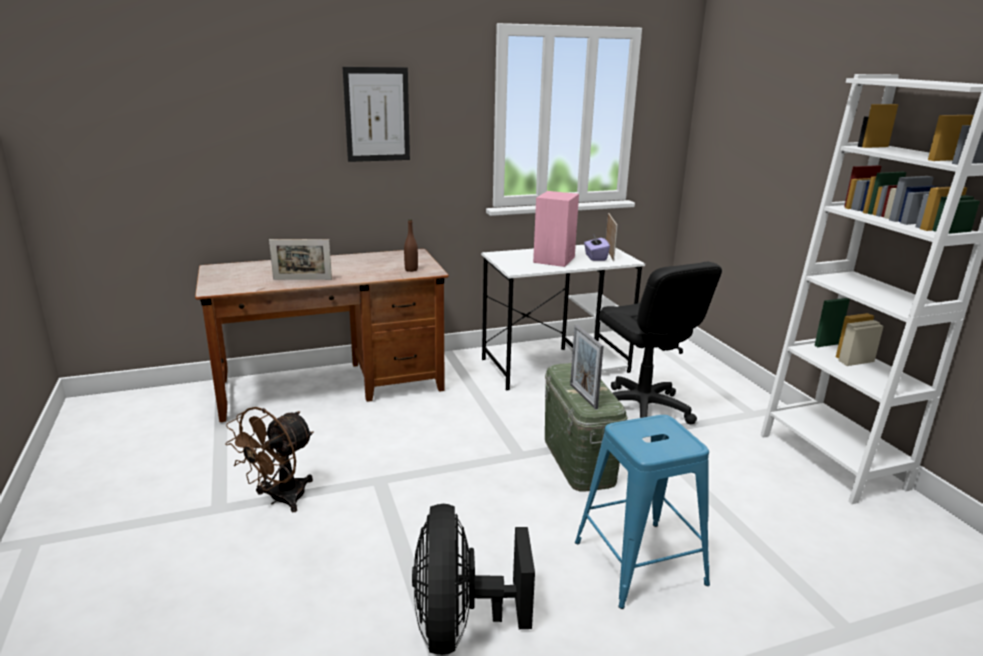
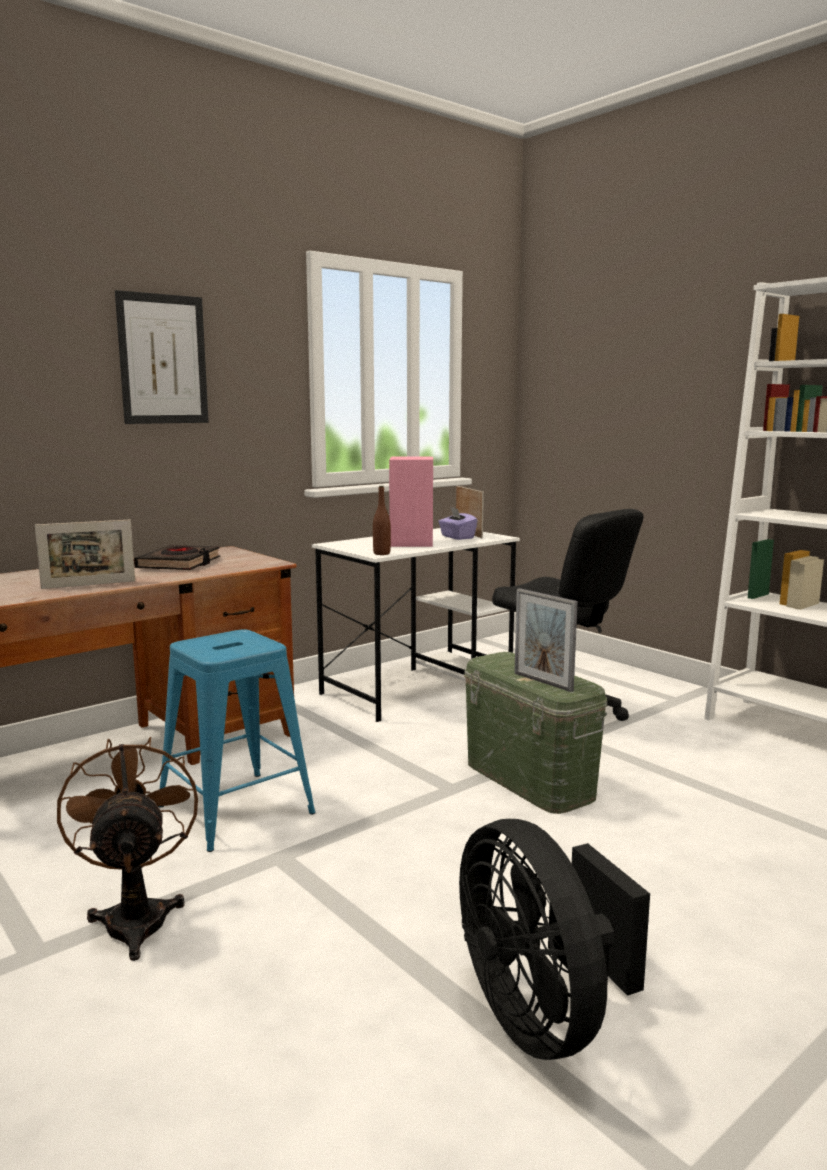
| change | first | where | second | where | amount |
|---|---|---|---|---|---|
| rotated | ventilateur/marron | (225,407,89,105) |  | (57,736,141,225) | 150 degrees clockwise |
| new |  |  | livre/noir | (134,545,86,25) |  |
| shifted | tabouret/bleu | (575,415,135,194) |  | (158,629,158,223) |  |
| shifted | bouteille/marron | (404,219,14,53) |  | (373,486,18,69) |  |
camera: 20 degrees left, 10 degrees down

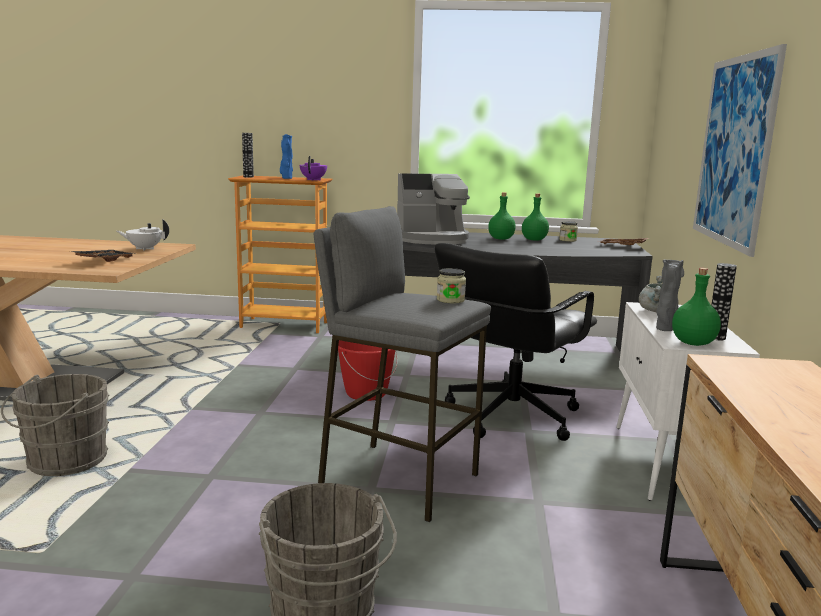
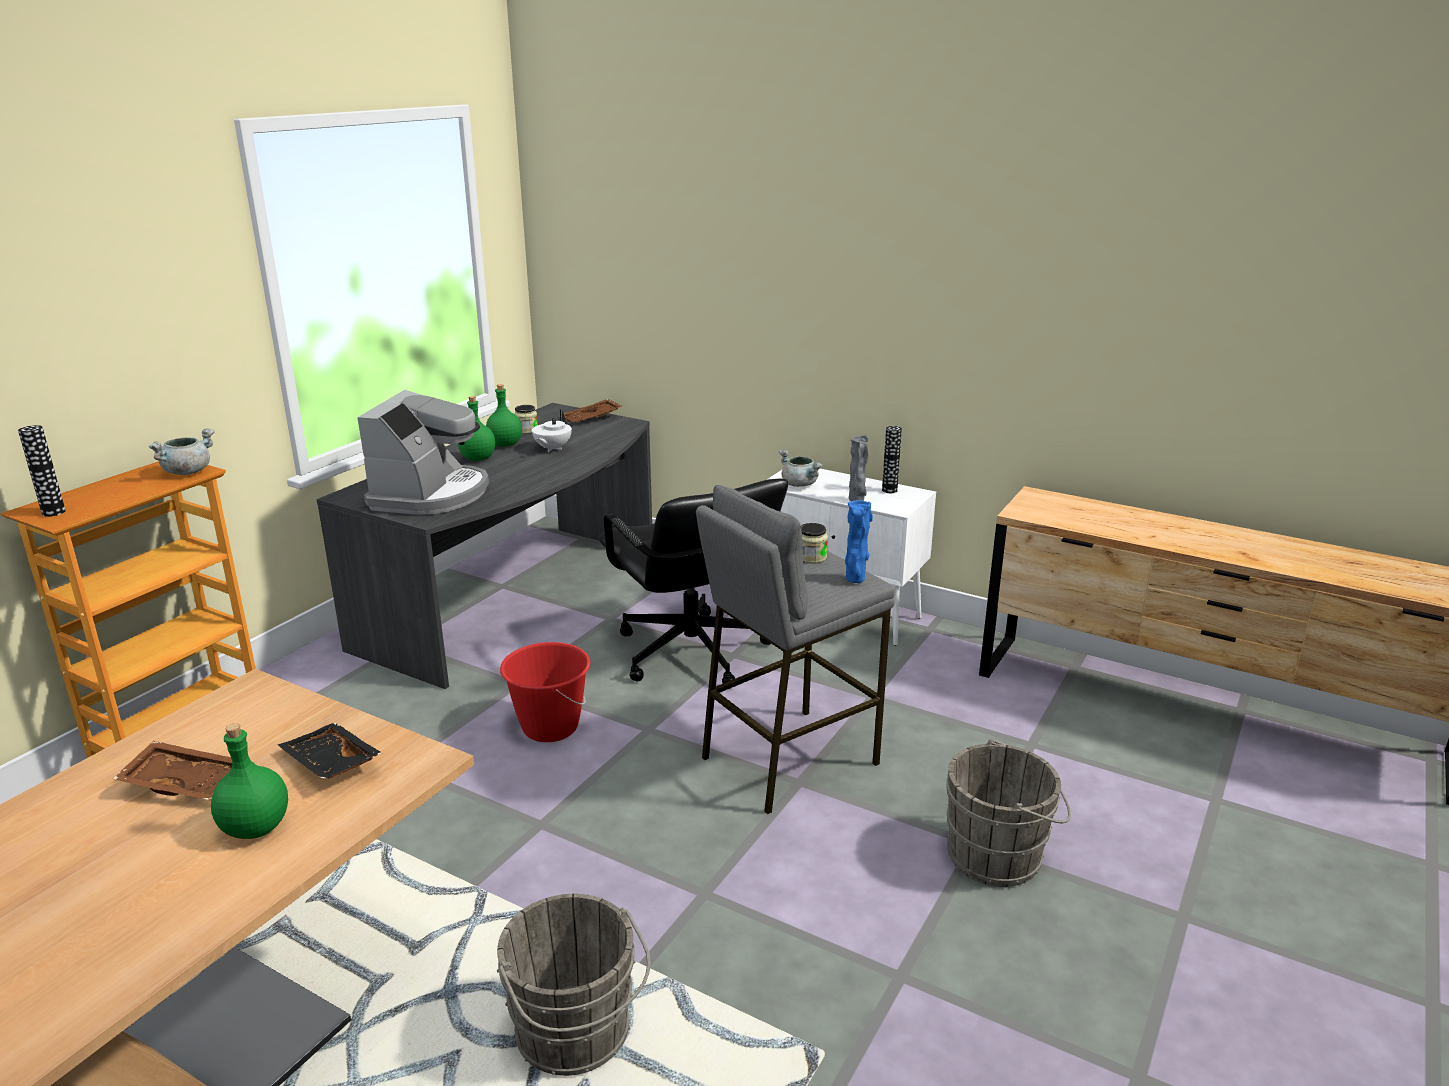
| change | first | where | second | where | amount |
|---|---|---|---|---|---|
| new |  |  | plateau/marron | (113,741,119,60) |  |
| swapped | théière/violet | (299,156,28,25) | marmite/gris | (149,428,66,47) |  |
| shifted | bouteille/vert | (672,268,49,78) |  | (211,723,77,116) |  |
| shifted | théière/blanc | (117,219,52,32) |  | (532,409,40,43) |  |
| shifted | vase/bleu | (280,134,13,45) |  | (845,500,28,83) |  |
| gone | tableau | (693,44,94,213) |  |  |  |
camera: 65 degrees left, 10 degrees up

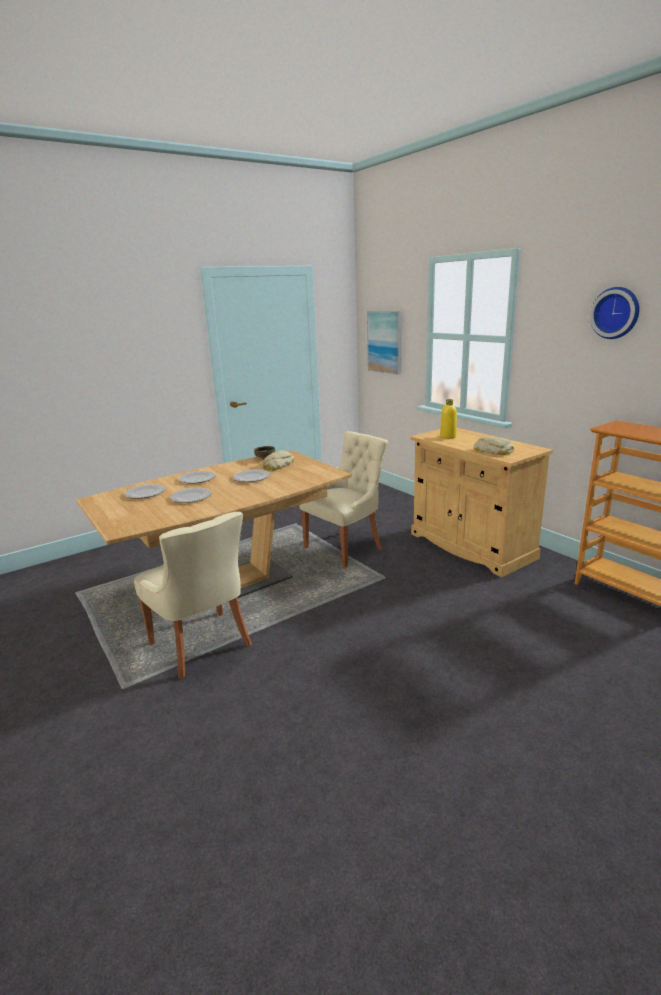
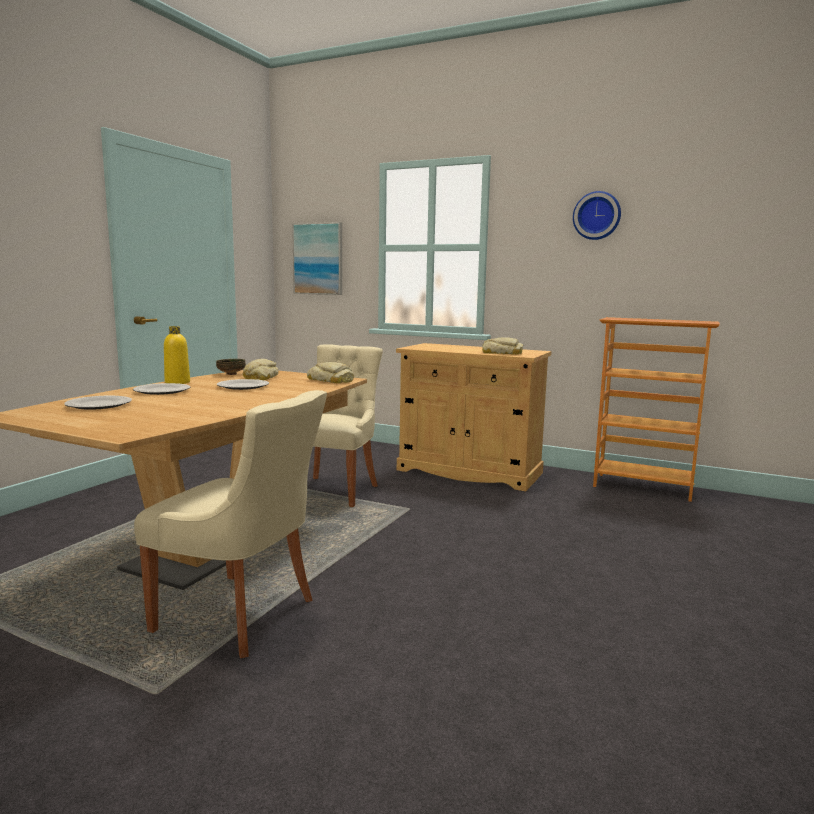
| change | first | where | second | where | amount |
|---|---|---|---|---|---|
| shifted | bouteille/jaune | (440,399,17,40) |  | (164,326,26,58) |  |
| new |  |  | pain | (307,362,47,21) |  |
| gone | assiette | (170,488,42,15) |  |  |  |
camera: 30 degrees left, 10 degrees down

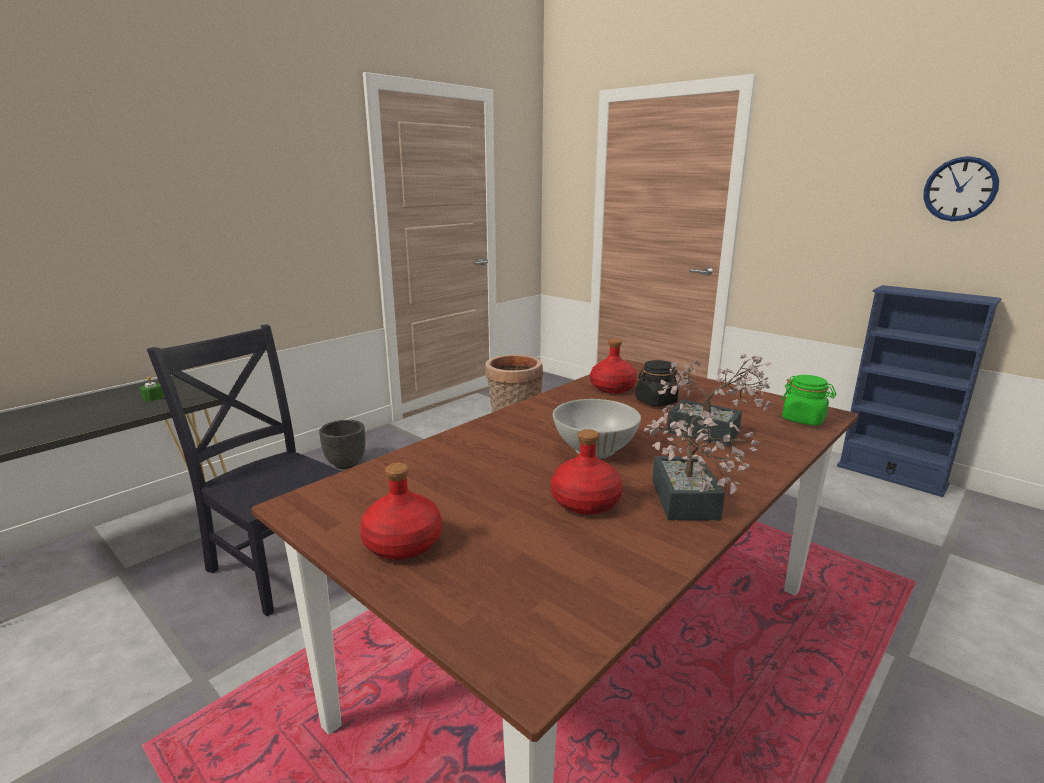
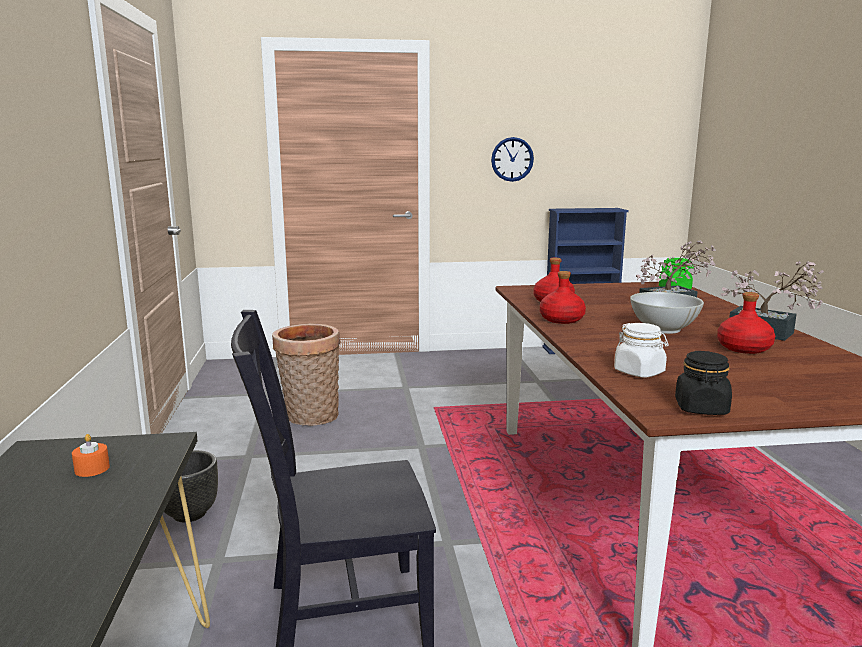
| change | first | where | second | where | amount |
|---|---|---|---|---|---|
| repainted | bougie/vert | (140,376,24,25) | bougie/orange | (72,434,38,43) |  |
| shifted | horloge murale | (923,156,76,65) |  | (491,137,43,45) |  |
| shifted | bouteille/rouge | (360,463,82,97) |  | (540,271,46,53) |  |
| new |  |  | bocal/blanc | (614,323,54,55) |  |
| shifted | bocal/noir | (635,360,44,47) |  | (675,351,57,64) |  |
camera: 50 degrees left, 5 degrees down

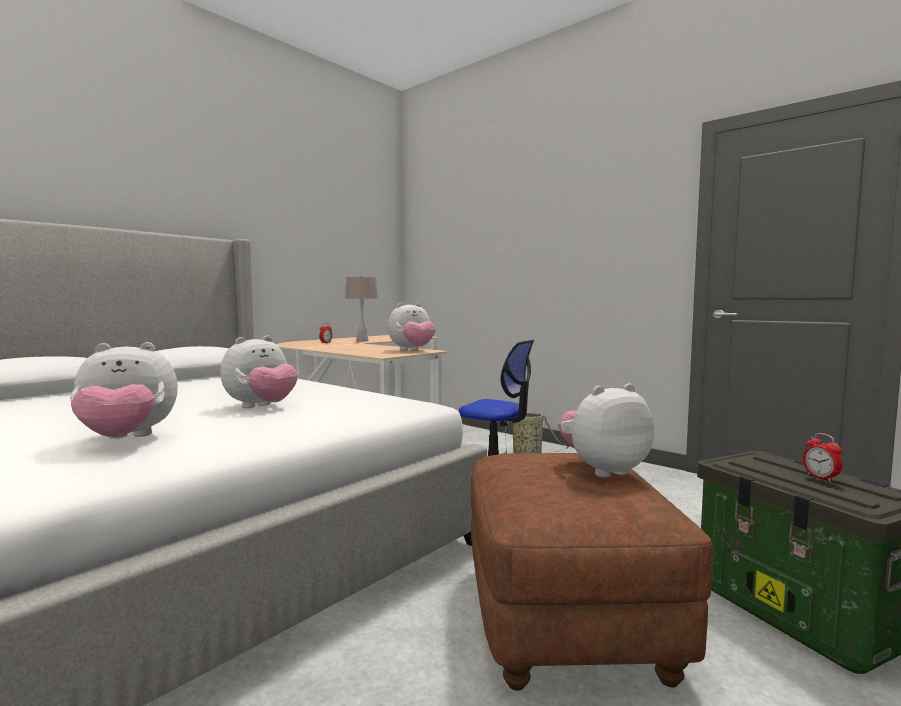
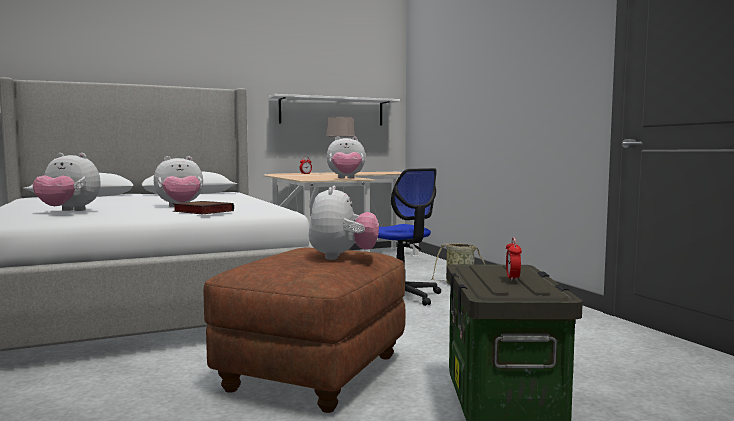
| change | first | where | second | where | amount |
|---|---|---|---|---|---|
| new |  |  | livre | (173,201,61,13) |  |
| new |  |  | étagère/blanc | (269,94,131,32) |  |
| rotated | peluche | (558,383,96,95) |  | (309,186,70,74) | 90 degrees clockwise |
camera: 25 degrees right, 0 degrees up

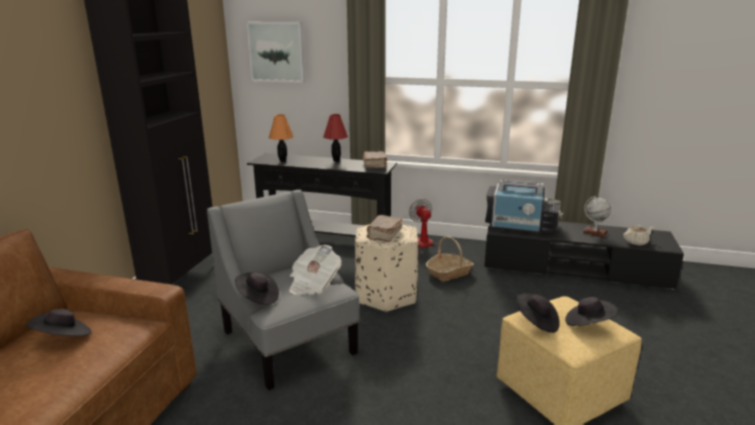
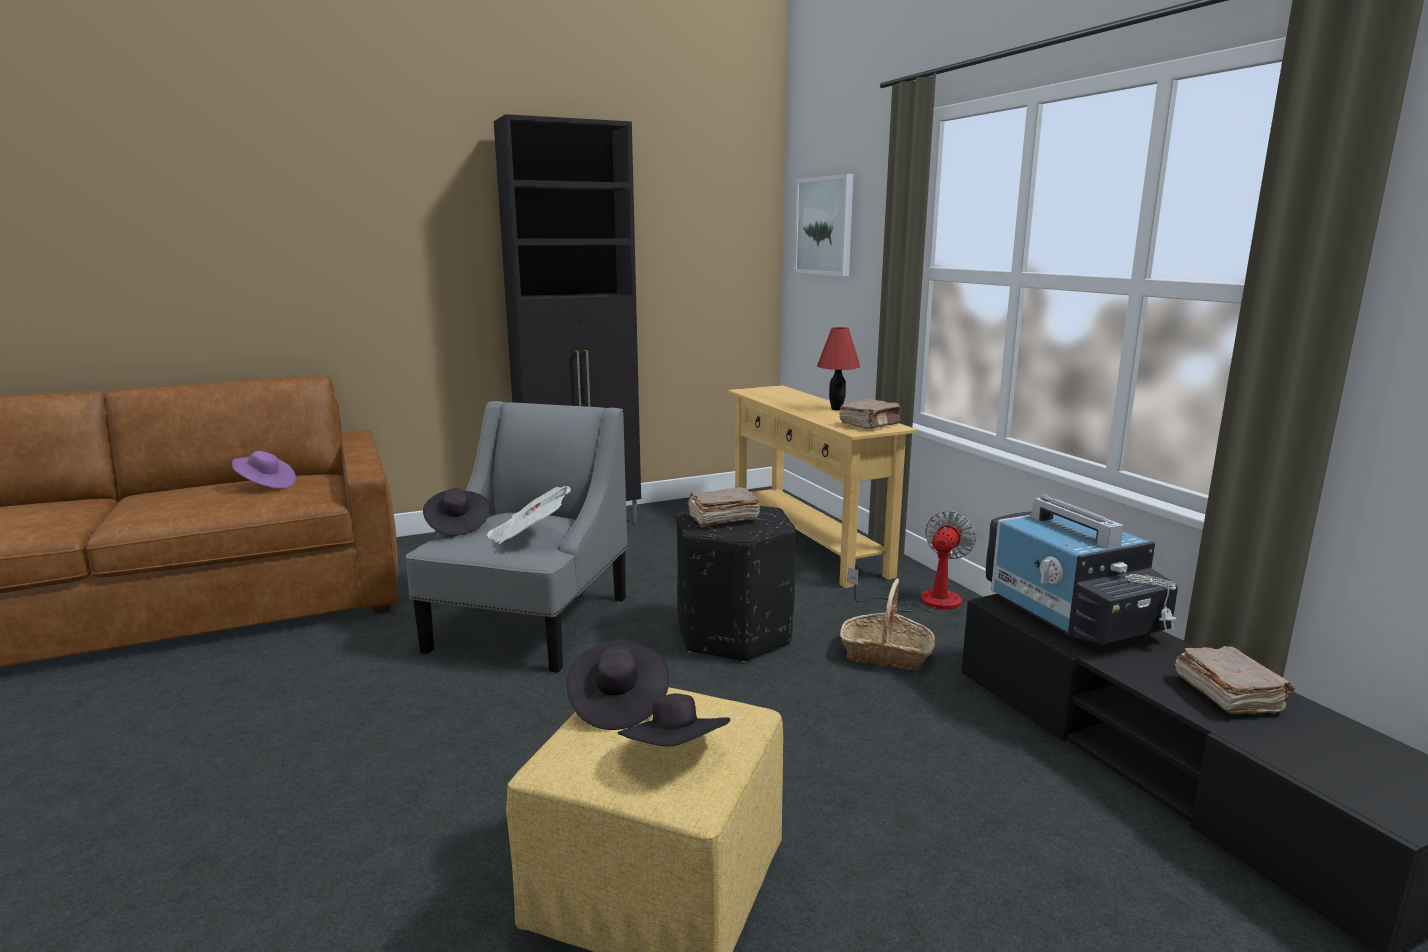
| change | first | where | second | where | amount |
|---|---|---|---|---|---|
| repainted | chapeau/noir | (26,309,66,27) | chapeau/violet | (232,451,64,38) |  |
| repainted | pouf/beige | (355,224,63,88) | pouf/noir | (677,506,119,156) |  |
| repainted | table console/noir | (247,153,150,84) | table console/beige | (728,385,190,203) |  |
| swapped | globe | (582,196,29,42) | livre/marron | (1175,646,120,68) |  |
| gone | lampe de table/orange | (269,114,25,48) |  |  |  |
| gone | théière/beige | (623,225,31,20) |  |  |  |
camera: 50 degrees right, 5 degrees down

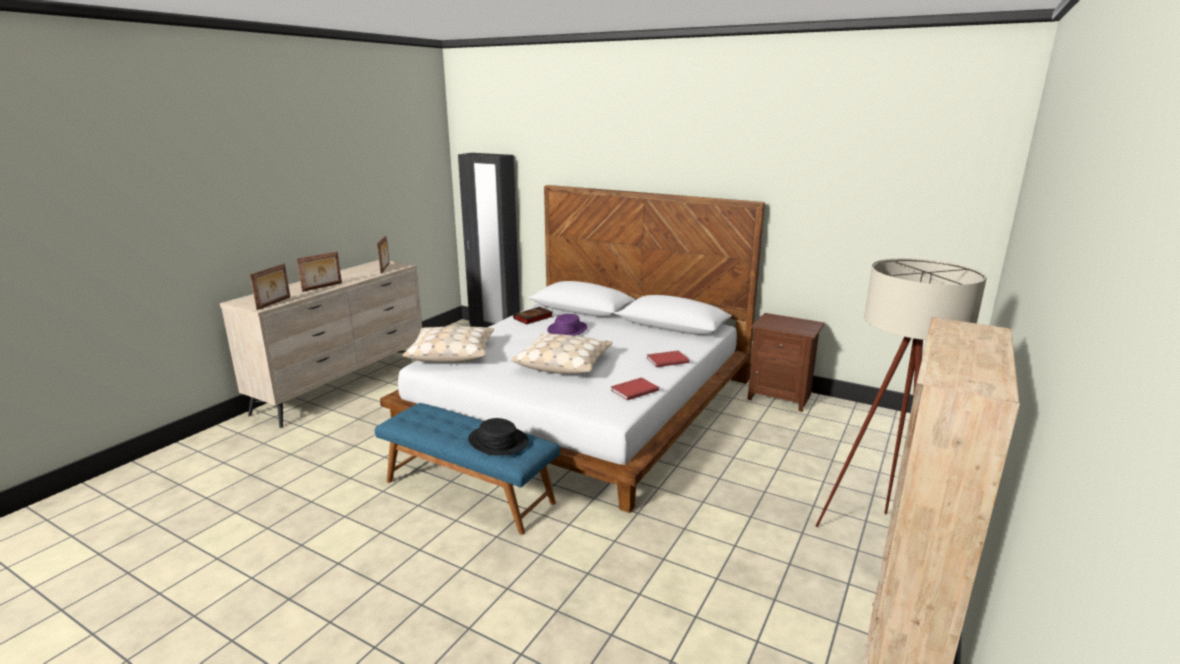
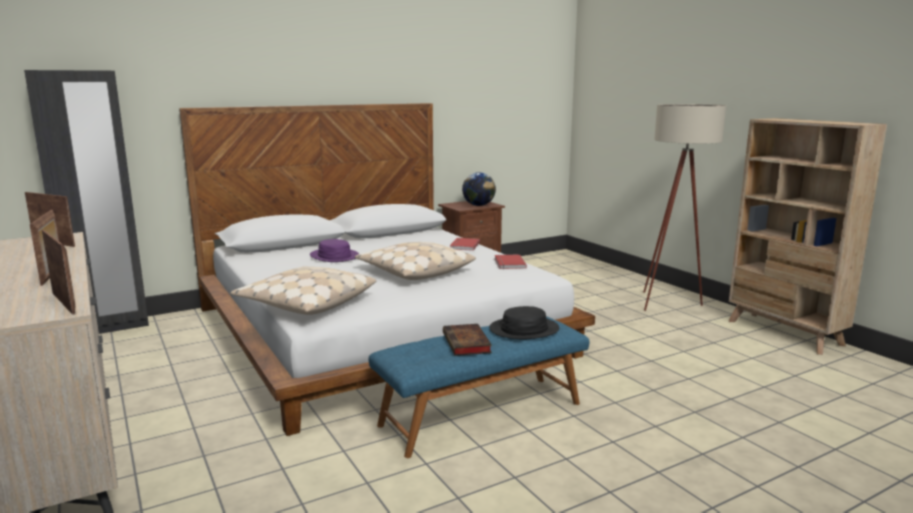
| change | first | where | second | where | amount |
|---|---|---|---|---|---|
| shifted | livre | (513,307,40,17) |  | (443,324,49,32) |  |
| new |  |  | globe | (462,172,34,34) |  |
camera: 60 degrees left, 5 degrees down

